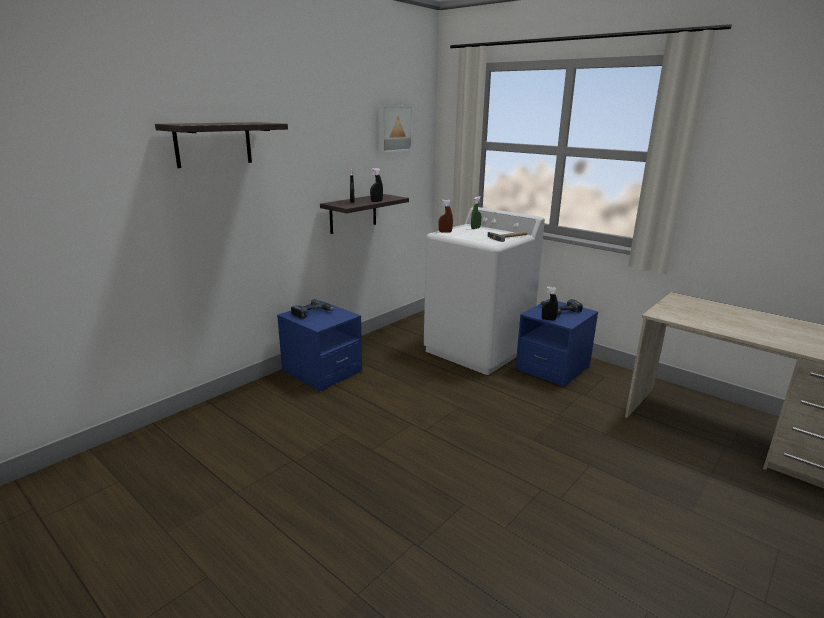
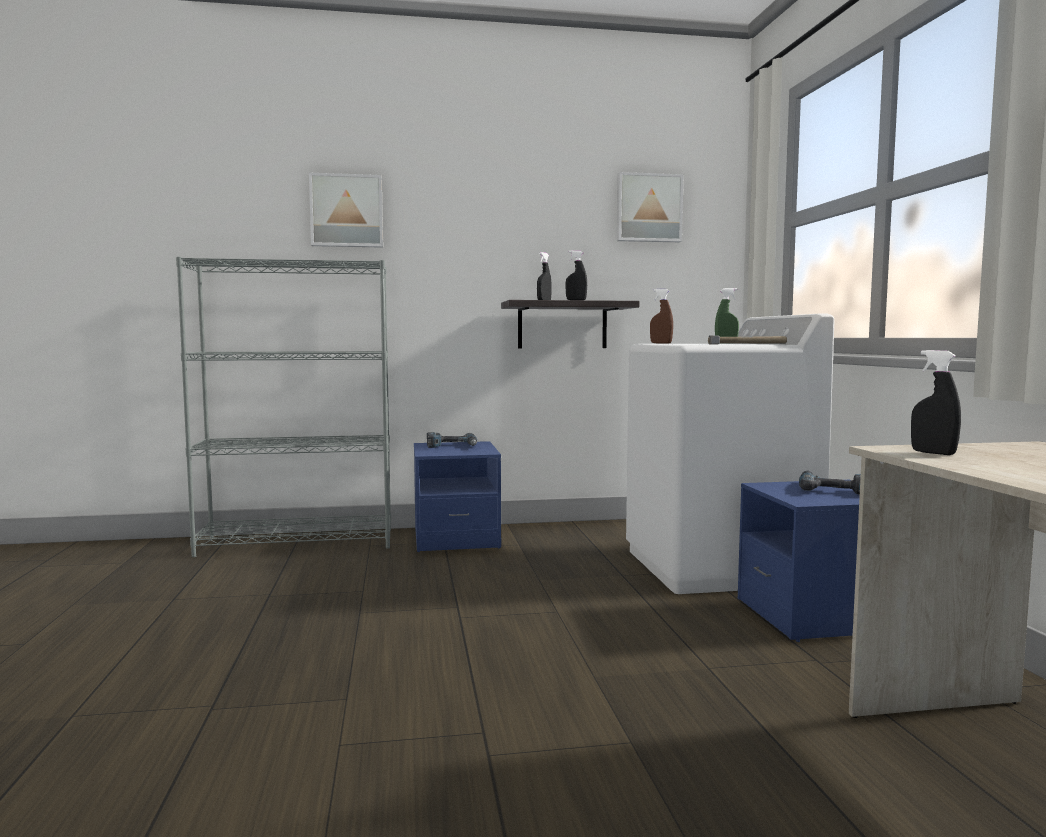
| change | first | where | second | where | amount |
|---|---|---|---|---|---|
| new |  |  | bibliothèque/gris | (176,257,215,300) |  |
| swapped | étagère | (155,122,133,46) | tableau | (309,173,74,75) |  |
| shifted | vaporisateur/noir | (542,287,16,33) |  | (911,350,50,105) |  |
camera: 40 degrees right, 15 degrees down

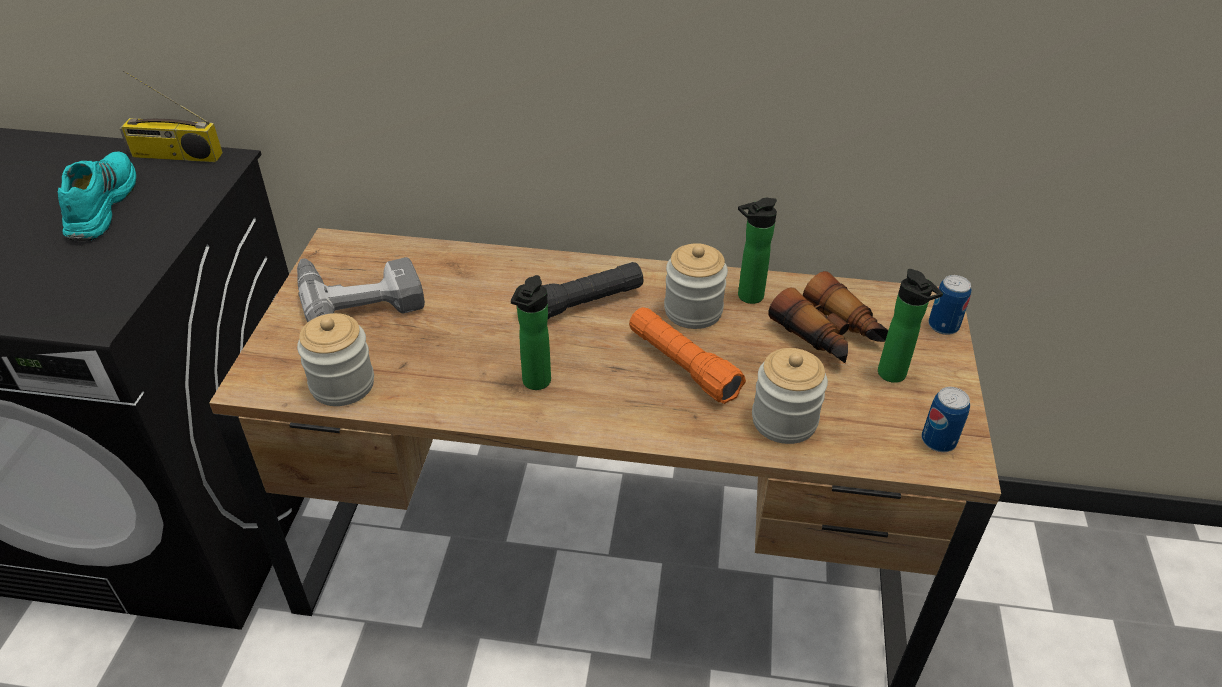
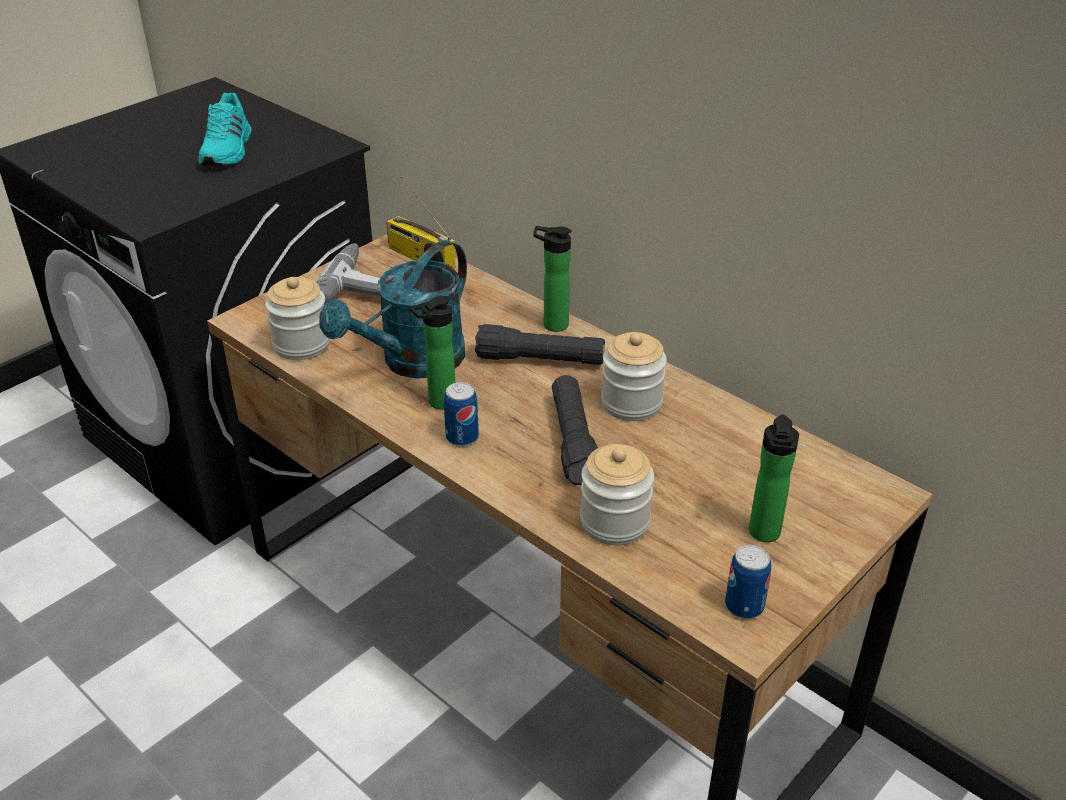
| change | first | where | second | where | amount |
|---|---|---|---|---|---|
| rotated | chaussure/turquoise | (58,151,79,90) |  | (198,93,54,73) | 150 degrees clockwise |
| new |  |  | arrosoir/turquoise | (319,240,148,139) |  |
| shifted | radio | (119,71,104,91) |  | (386,177,70,92) |  |
| shifted | boîte métallique | (928,275,44,60) |  | (444,382,35,65) |  |
| shifted | bouteille | (738,198,39,106) |  | (533,226,39,106) |  |
| repainted | lampe de poche/orange | (629,307,117,97) | lampe de poche/noir | (552,375,46,110) |  |
| gone | jumelles | (768,271,120,92) |  |  |  |
camera: 35 degrees right, 5 degrees down

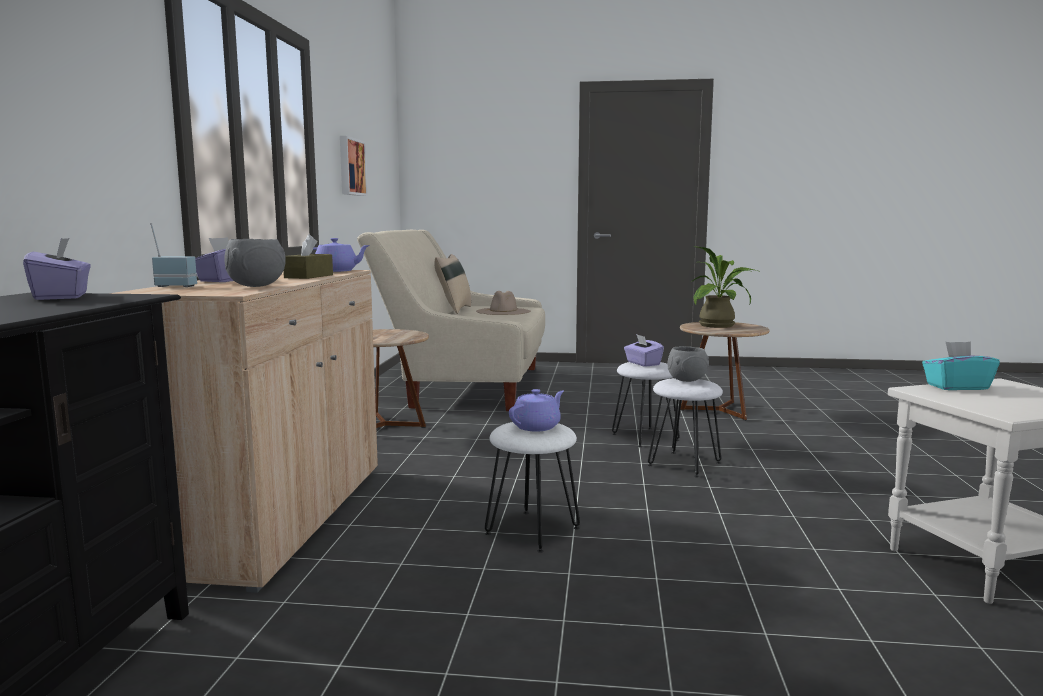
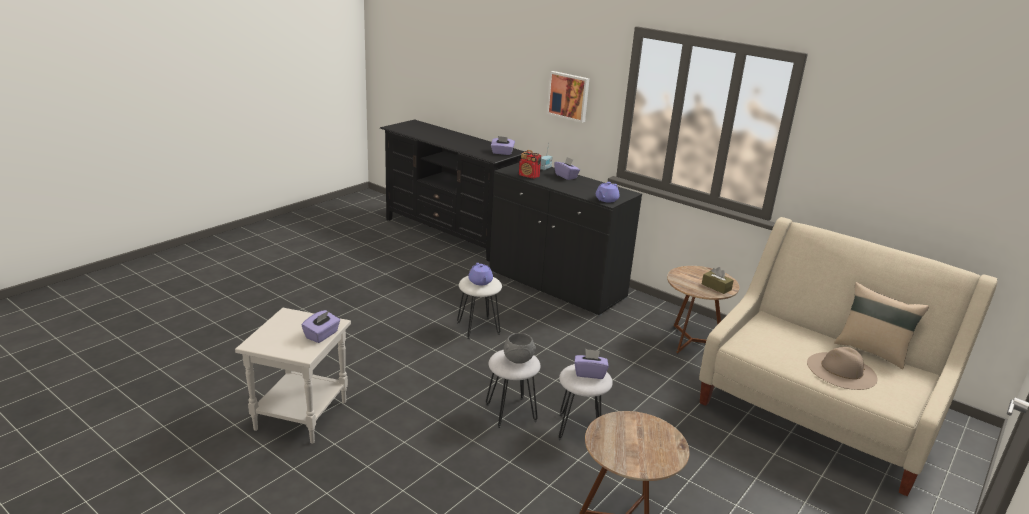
| change | first | where | second | where | amount |
|---|---|---|---|---|---|
| repainted | boîte à mouchoirs/turquoise | (922,341,78,49) | boîte à mouchoirs/violet | (302,310,38,33) |  |
| repainted | meuble de rangement/beige | (108,270,270,323) | meuble de rangement/noir | (489,163,153,153) |  |
| swapped | bol/gris | (224,239,61,48) | radio | (519,150,22,29) |  |
| shifted | tableau | (340,136,28,60) |  | (547,71,42,52) |  |
| shifted | boîte à mouchoirs/marron | (283,234,50,45) |  | (702,267,32,27) |  |
| gone | plante en pot | (690,247,71,81) |  |  |  |
camera: 120 degrees right, 15 degrees up

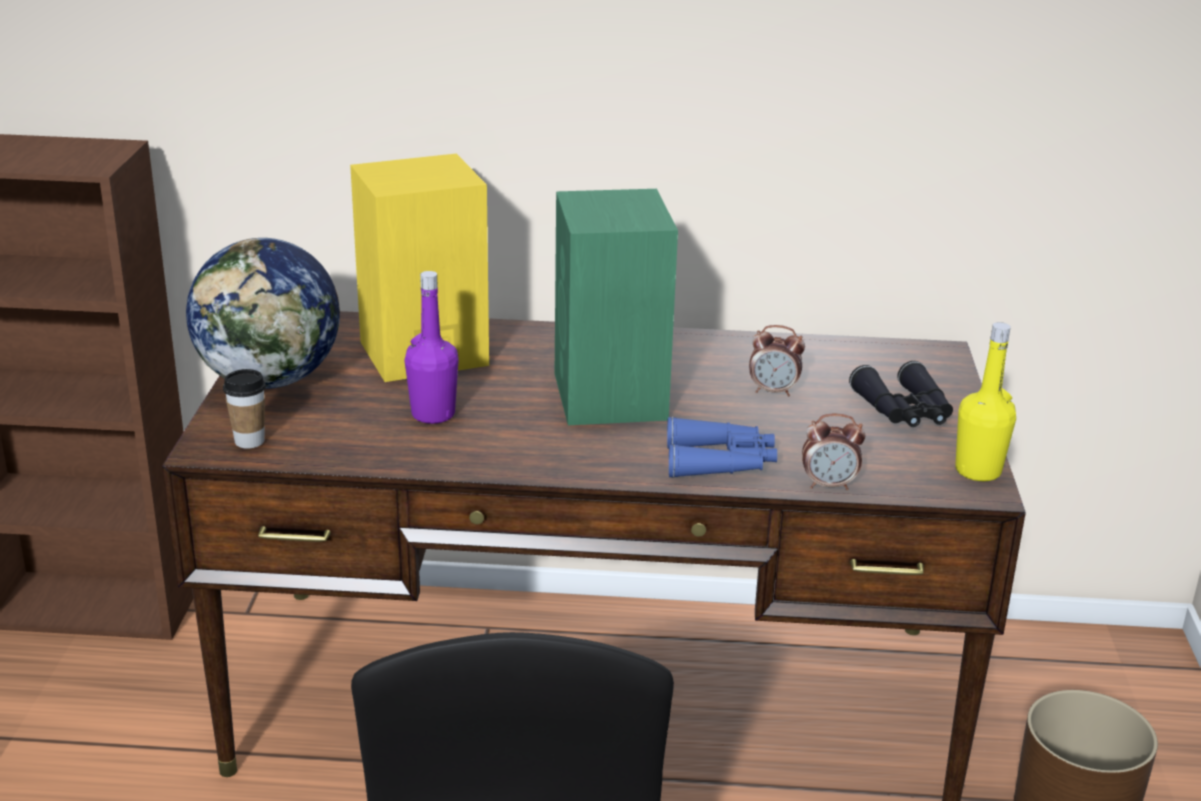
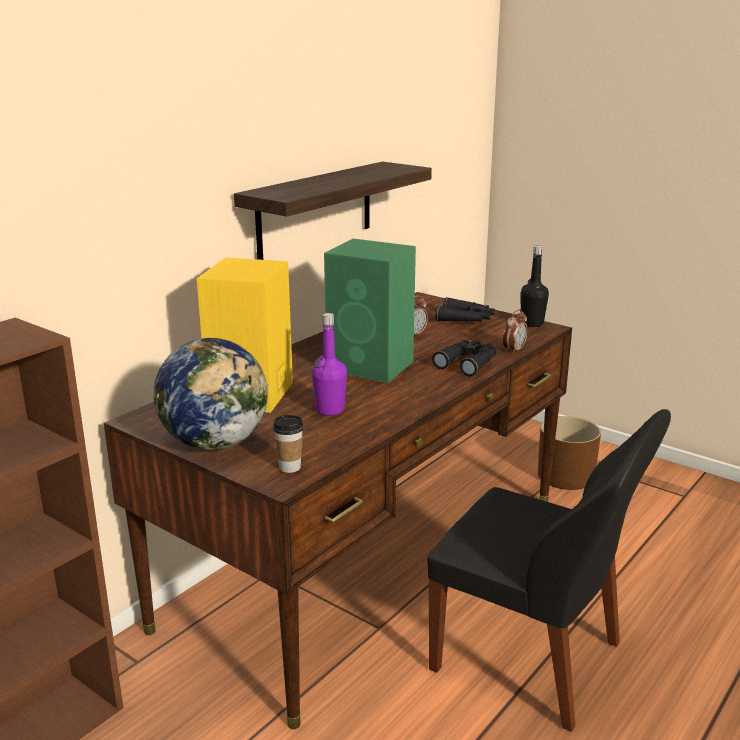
| change | first | where | second | where | amount |
|---|---|---|---|---|---|
| new |  |  | étagère | (234,162,198,98) |  |
| repainted | jumelles/bleu | (667,417,110,61) | jumelles/noir | (432,340,64,36) |  |
| repainted | bouteille/jaune | (955,322,61,159) | bouteille/noir | (520,246,29,81) |  |
camera: 55 degrees left, 5 degrees down

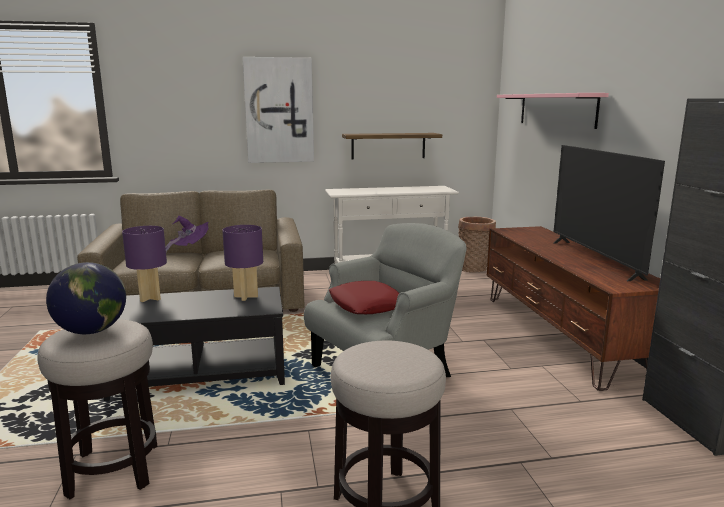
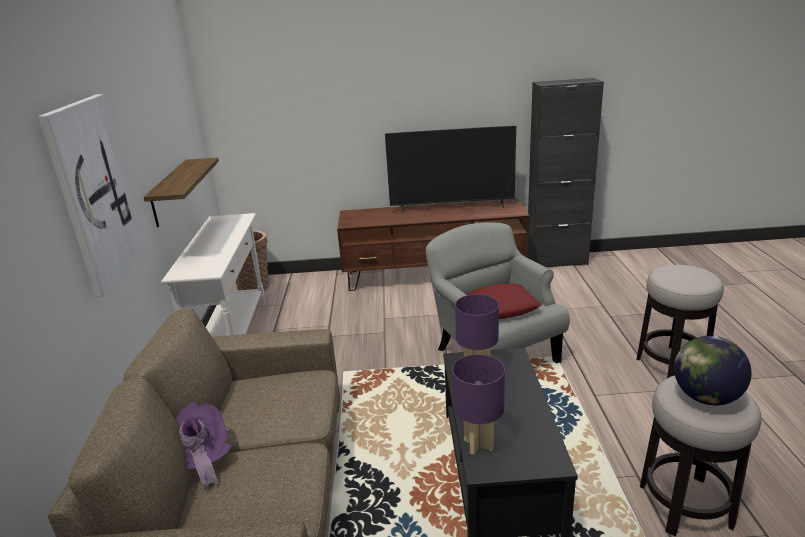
| change | first | where | second | where | amount |
|---|---|---|---|---|---|
| gone | étagère/rose | (497,93,112,36) |  |  |  |
camera: 80 degrees left, 10 degrees up

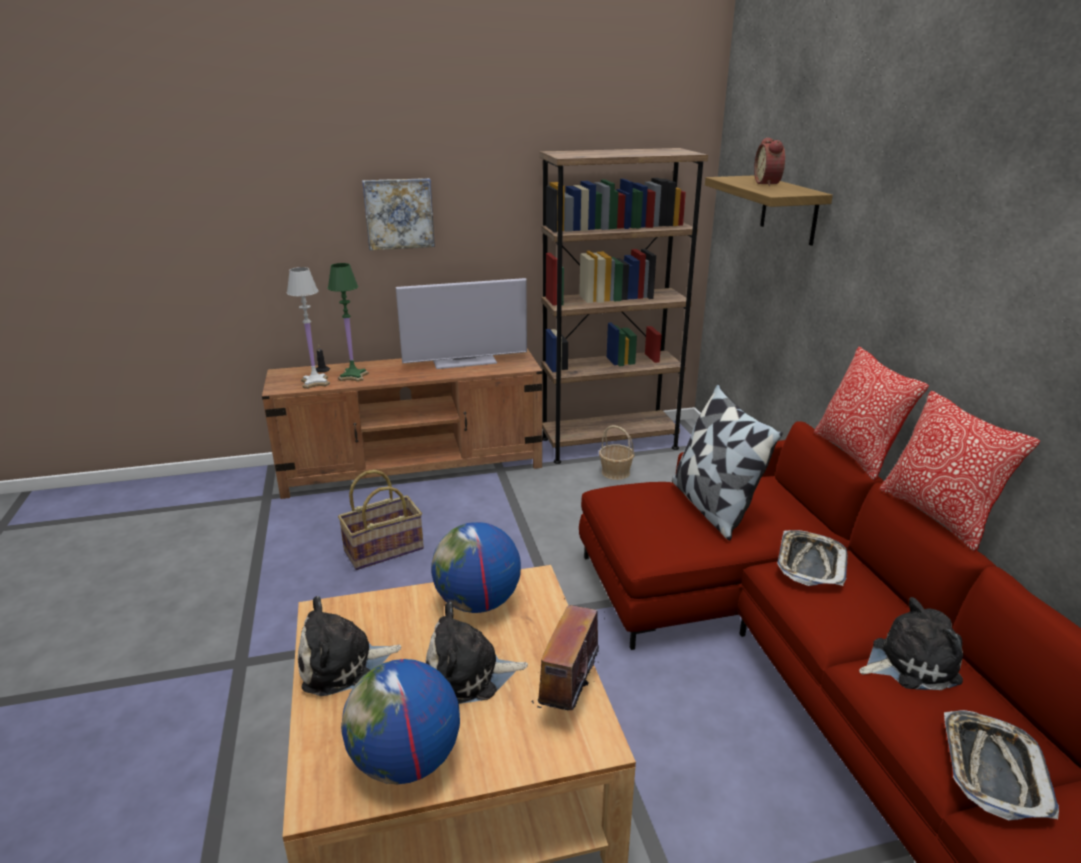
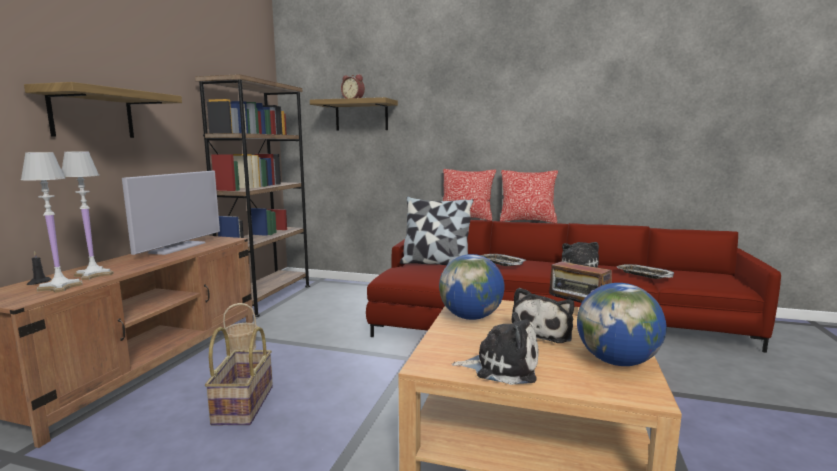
| change | first | where | second | where | amount |
|---|---|---|---|---|---|
| swapped | tableau | (362,178,73,72) | étagère | (24,82,158,56) |  |
| repainted | lampe de table/vert | (328,263,41,119) | lampe de table/blanc | (62,151,52,129) |  |
| shifted | panier | (599,425,36,55) |  | (223,303,35,51) |  |
| rotated | peluche | (298,596,103,100) |  | (452,312,87,73) | 90 degrees counterclockwise |
camera: 60 degrees left, 15 degrees down

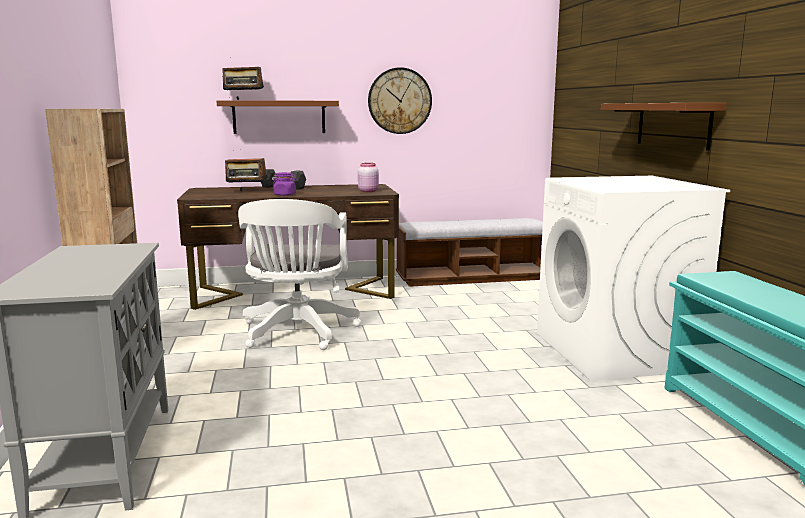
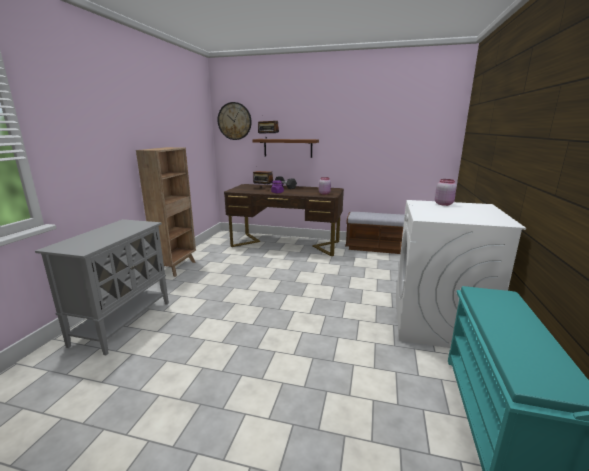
| change | first | where | second | where | amount |
|---|---|---|---|---|---|
| shifted | horloge murale | (368,67,64,67) |  | (218,102,34,38) |  |
| new |  |  | bocal/rose | (435,179,22,27) |  |
| gone | chaise de bureau/blanc | (238,199,123,151) |  |  |  |
| gone | étagère/marron | (601,103,126,47) |  |  |  |
camera: 25 degrees right, 5 degrees up

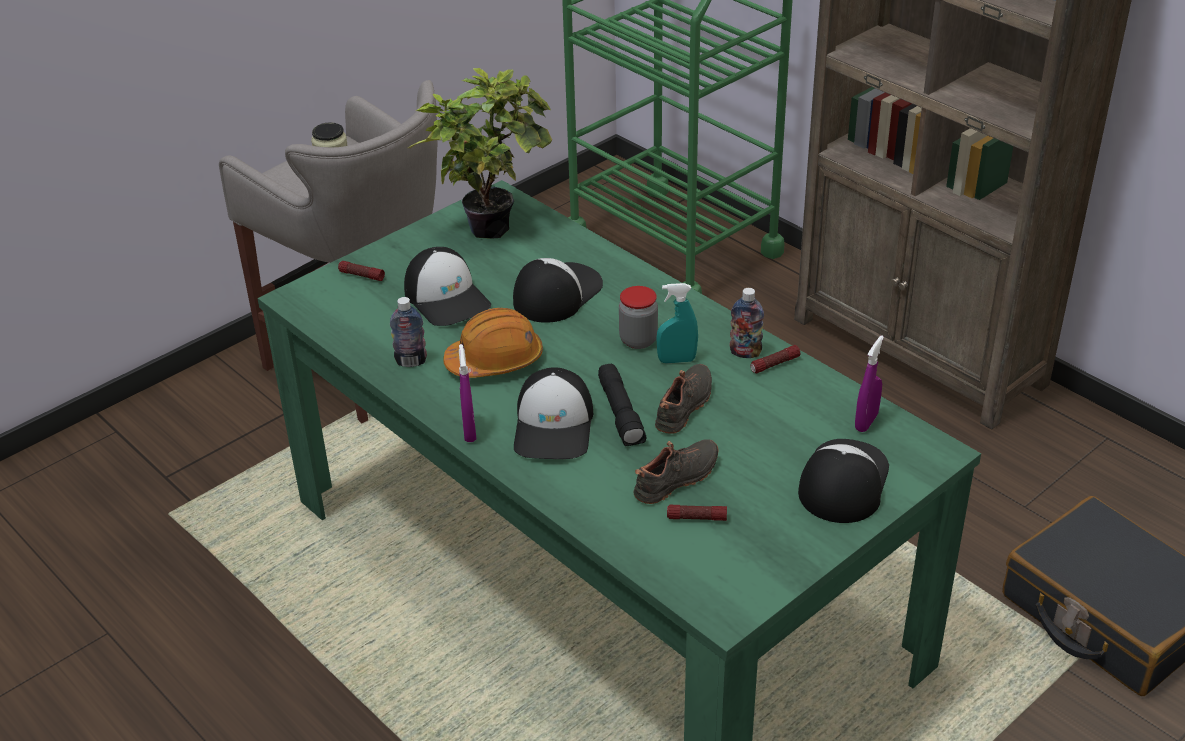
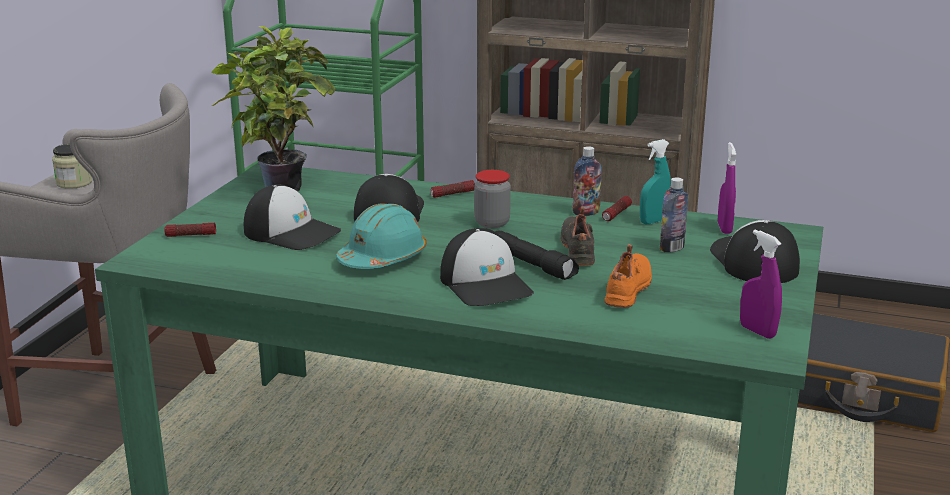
| change | first | where | second | where | amount |
|---|---|---|---|---|---|
| repainted | casque de chantier/orange | (443,308,100,70) | casque de chantier/turquoise | (336,203,91,66) |  |
| shifted | lampe de poche | (667,505,60,16) |  | (430,180,45,18) |  |
| repainted | chaussure/noir | (633,439,85,65) | chaussure/orange | (604,244,48,64) |  |
| shifted | vaporisateur/turquoise | (656,283,42,81) |  | (640,139,31,86) |  |
| shifted | bouteille | (390,297,37,70) |  | (660,177,28,75) |  |
| shifted | vaporisateur/violet | (459,344,17,98) |  | (740,230,42,109) |  |
camera: 30 degrees left, 15 degrees down

